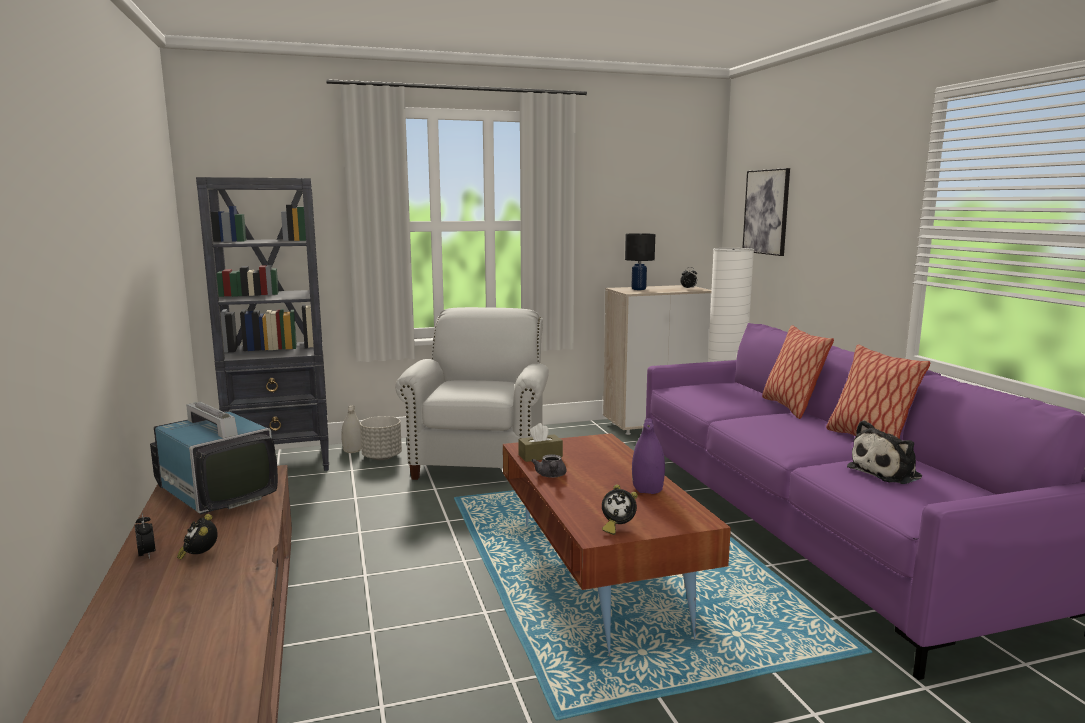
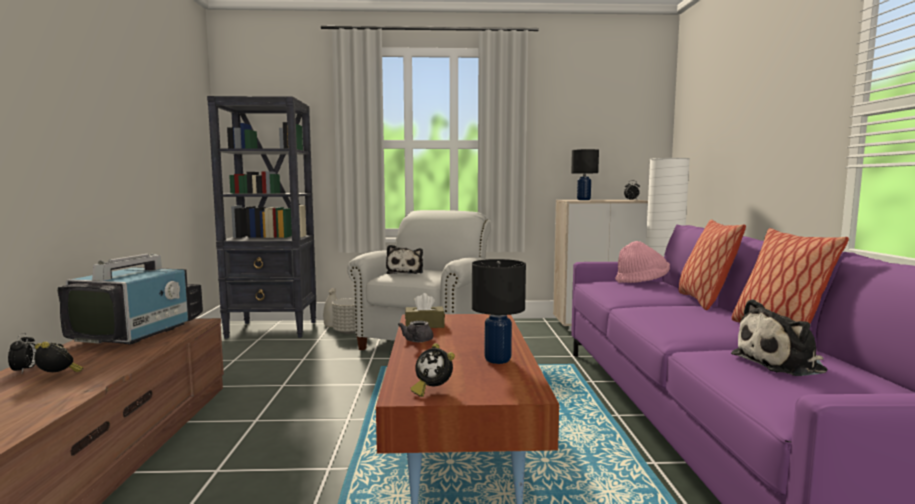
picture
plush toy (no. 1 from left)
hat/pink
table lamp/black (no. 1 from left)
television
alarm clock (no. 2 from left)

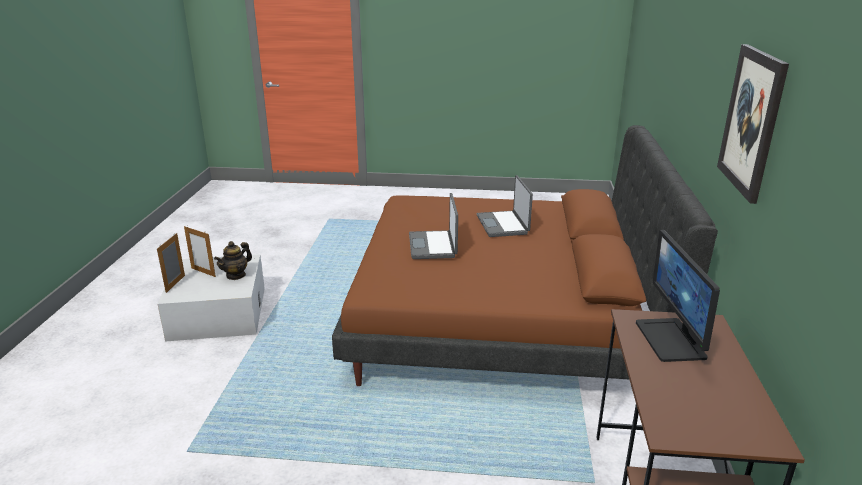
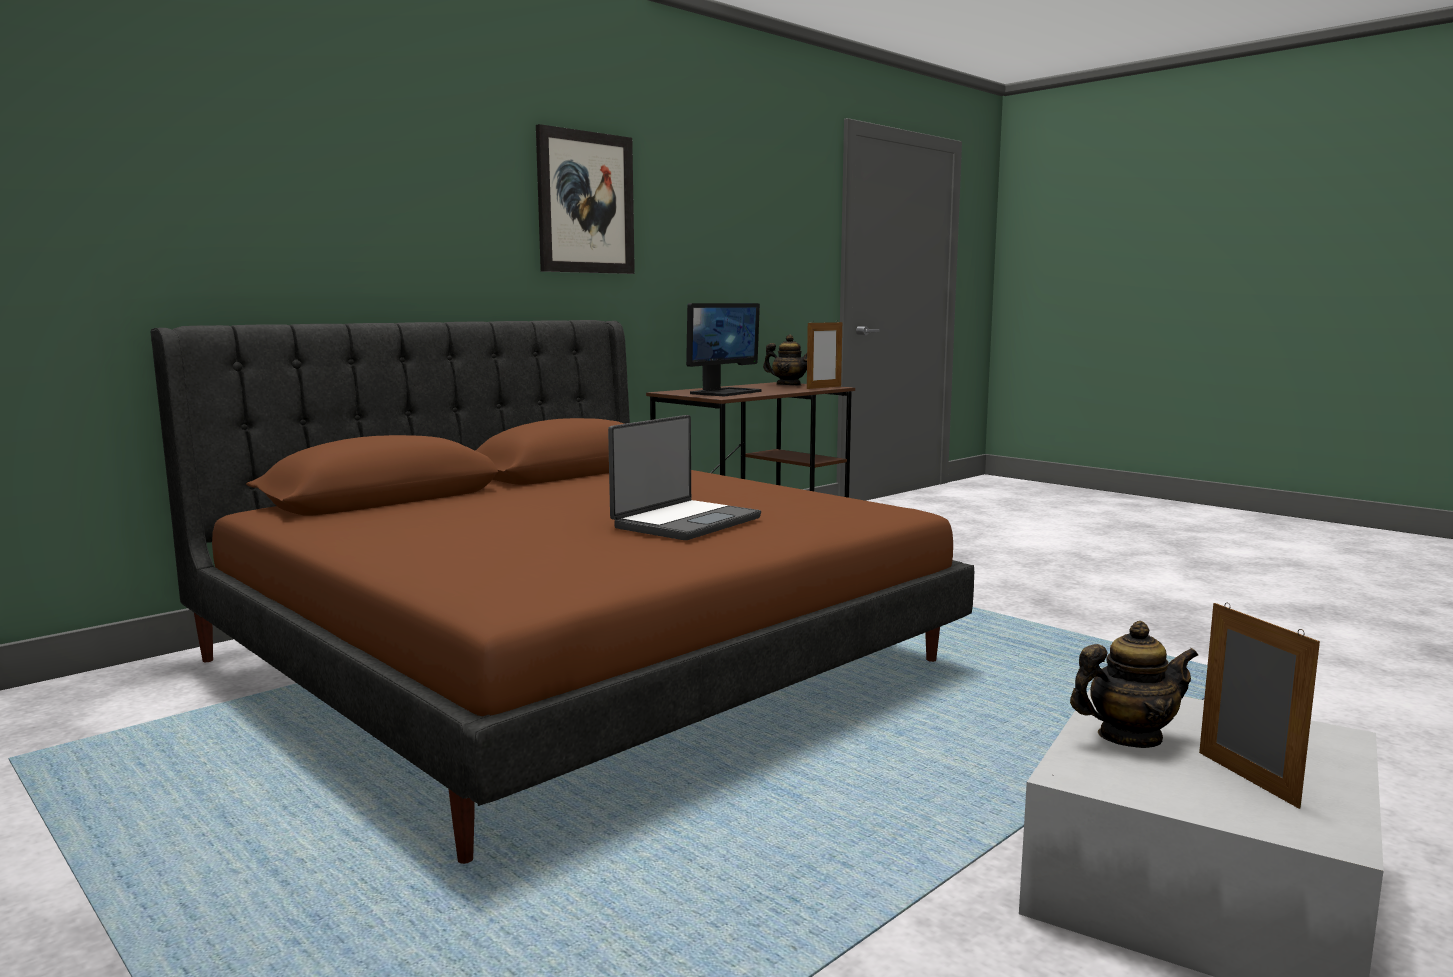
laptop (no. 2 from left in the first image)
teapot (no. 1 from left)
picture frame (no. 1 from left)

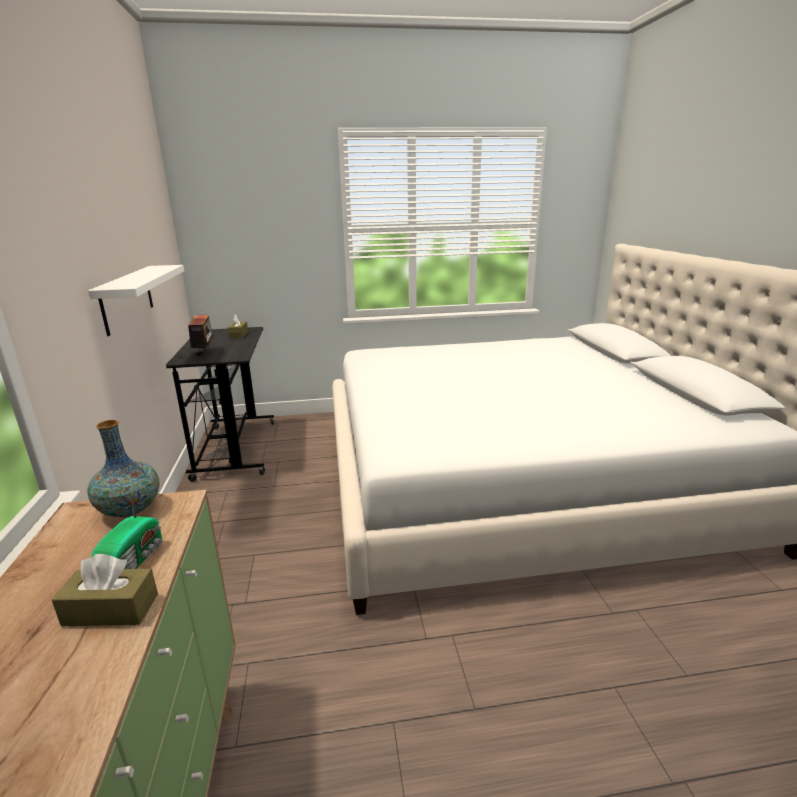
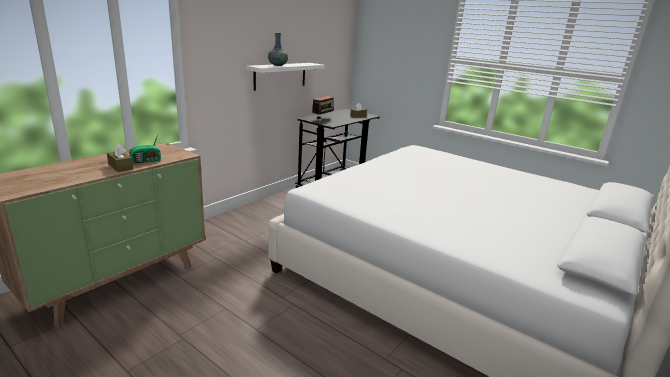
vase

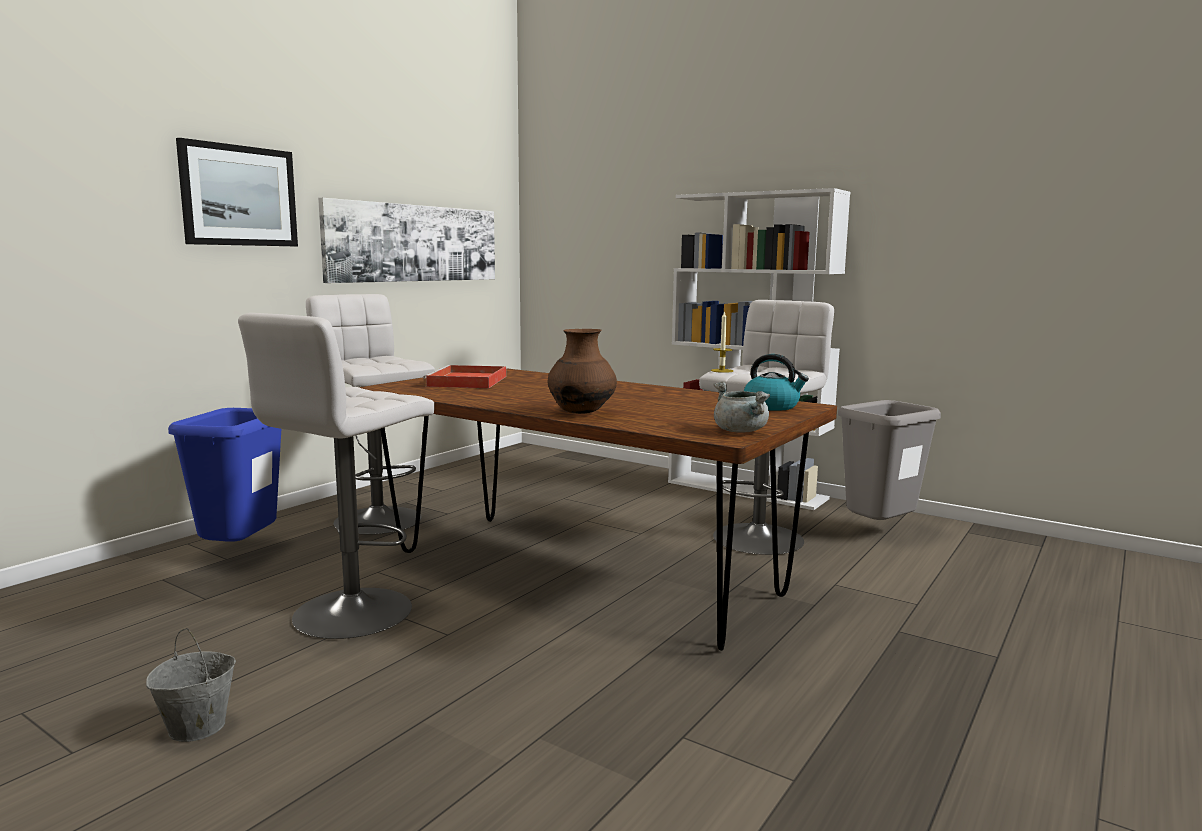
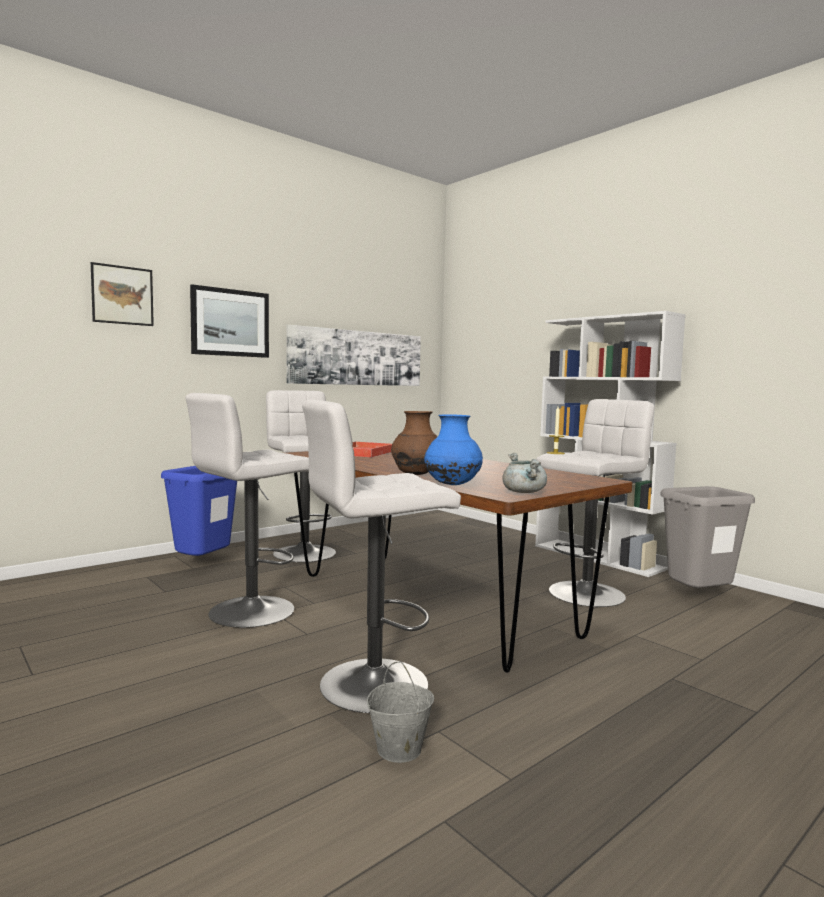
kettle
picture (no. 1 from left)
stool/white (no. 3 from left)
vase/blue
bucket/grey

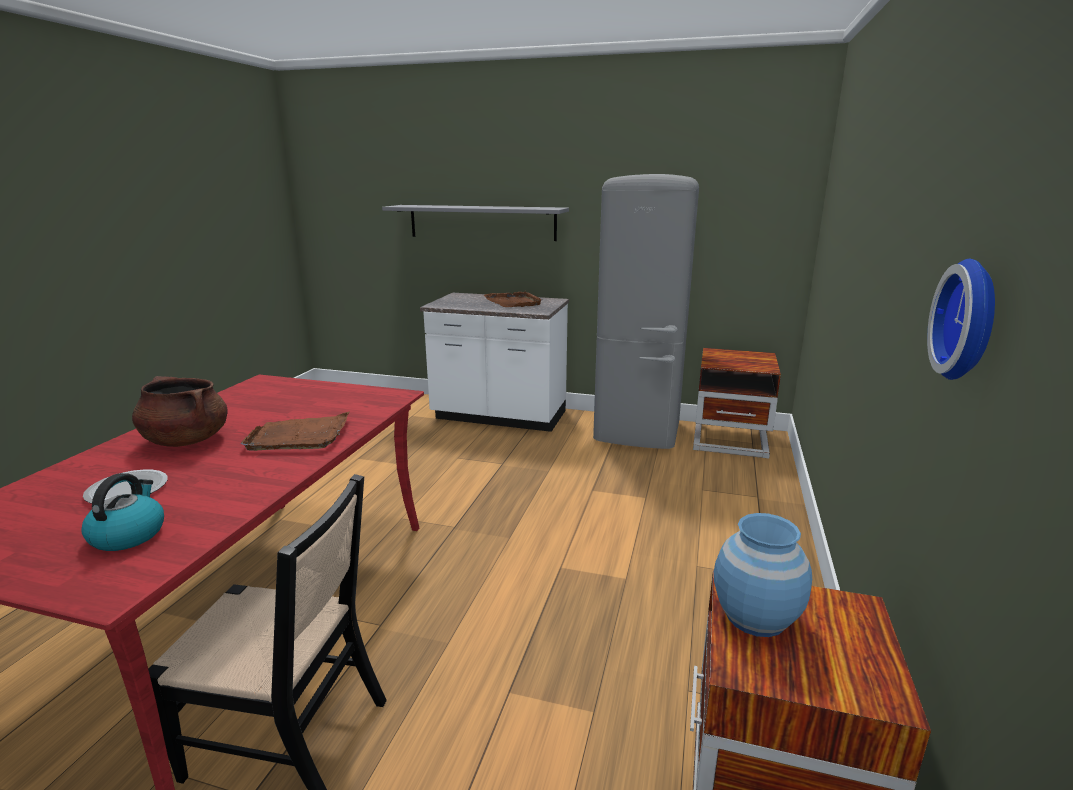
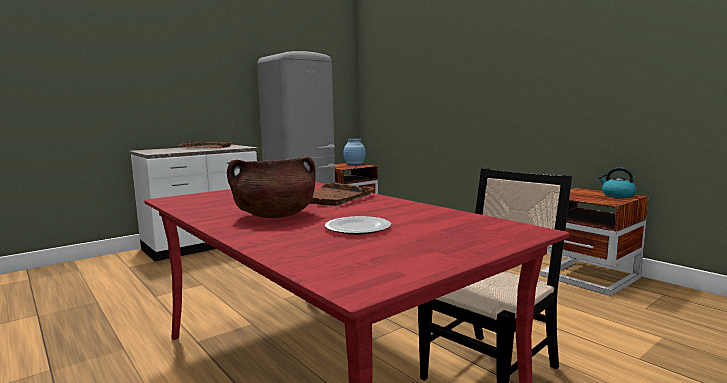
shelf/grey
wall clock
kettle
vase/blue

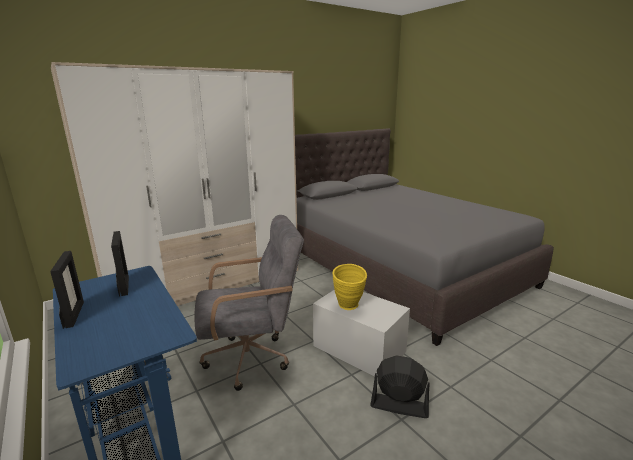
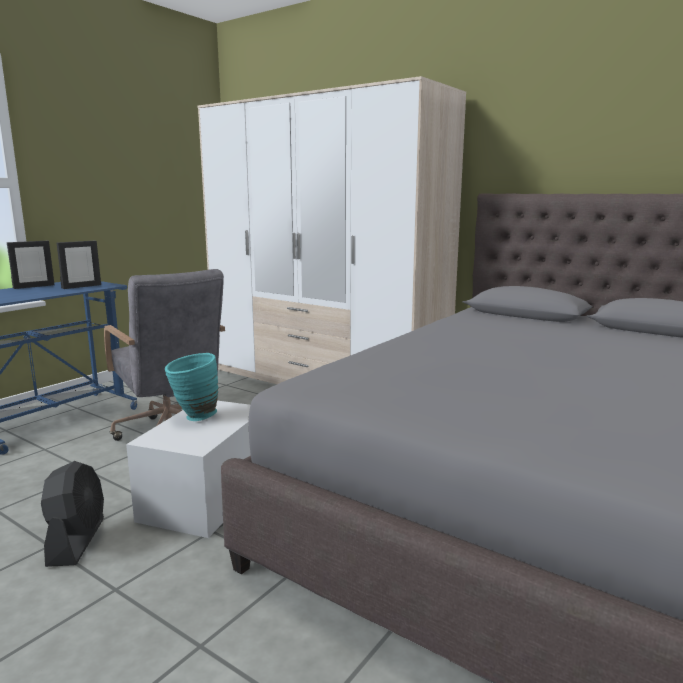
vase/turquoise

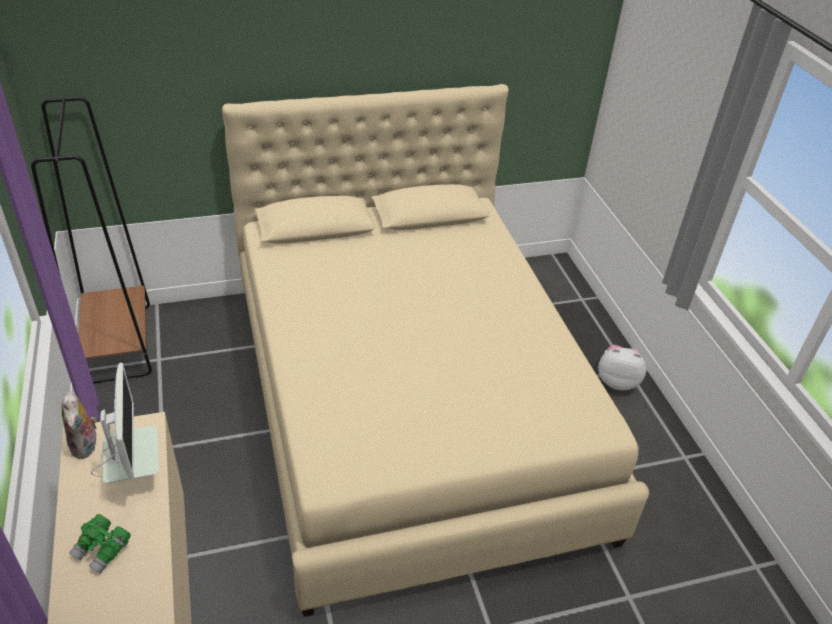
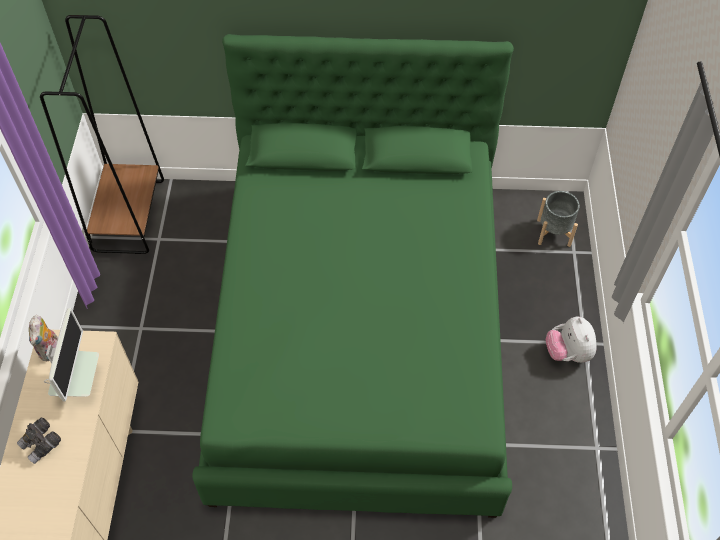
planter/grey
binoculars/grey
bed/green
plush toy (no. 2 from left)

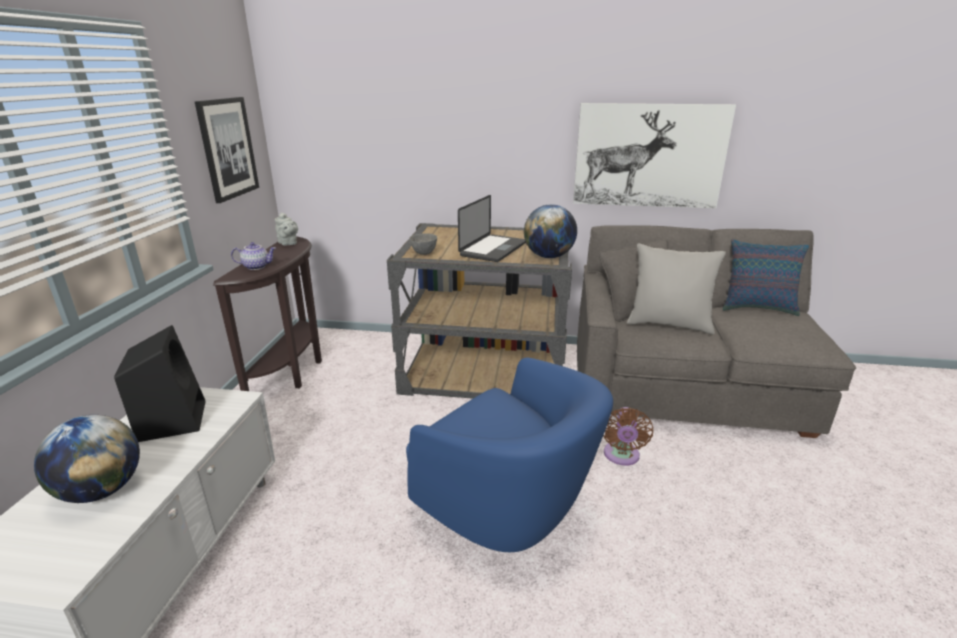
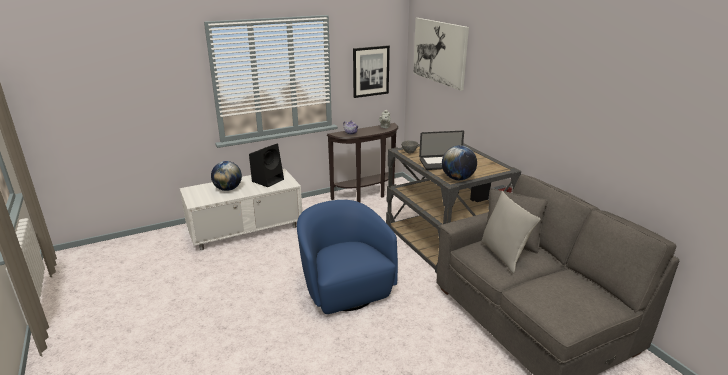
fan/brown
pillow/blue
picture (no. 2 from left)
armchair/blue

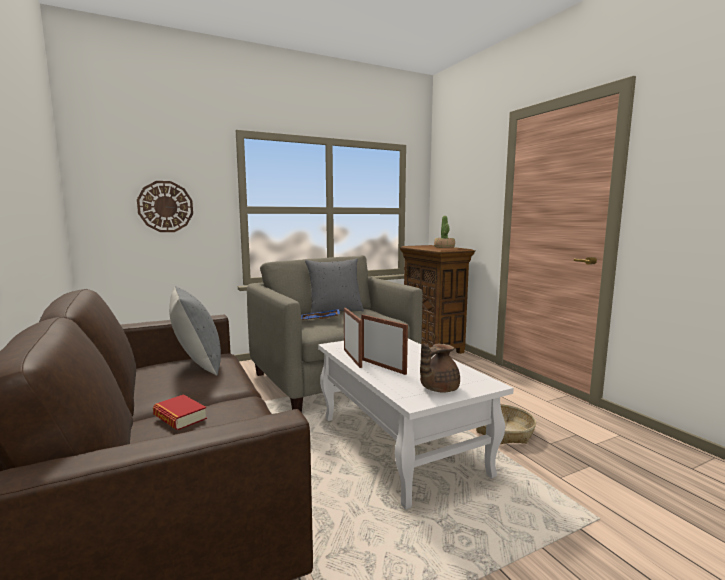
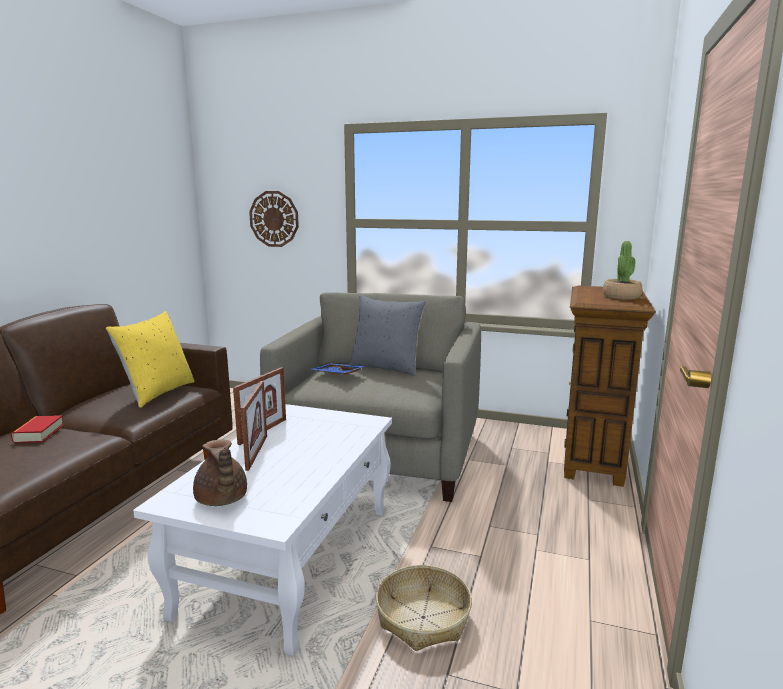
pillow/yellow
teapot/brown

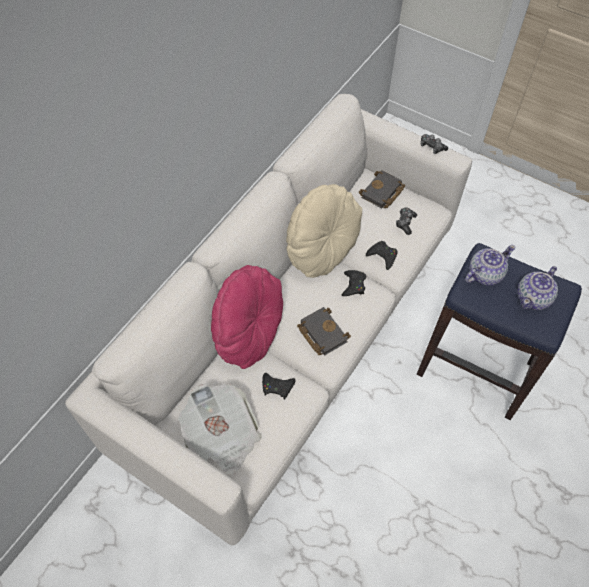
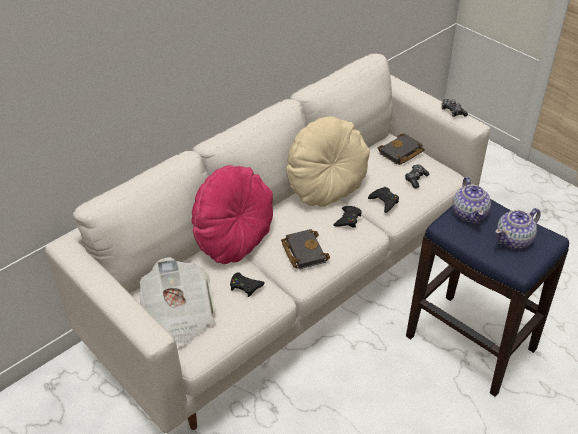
teapot (no. 1 from left)

